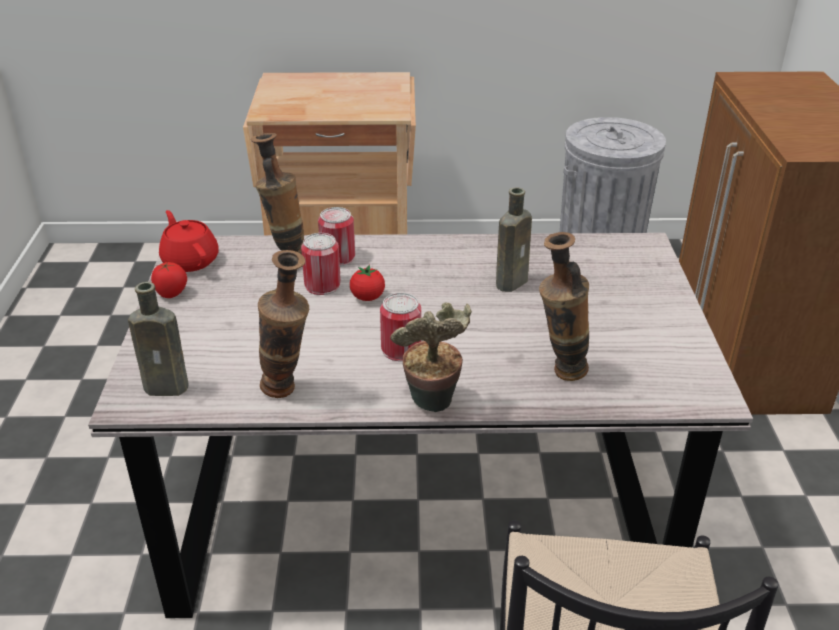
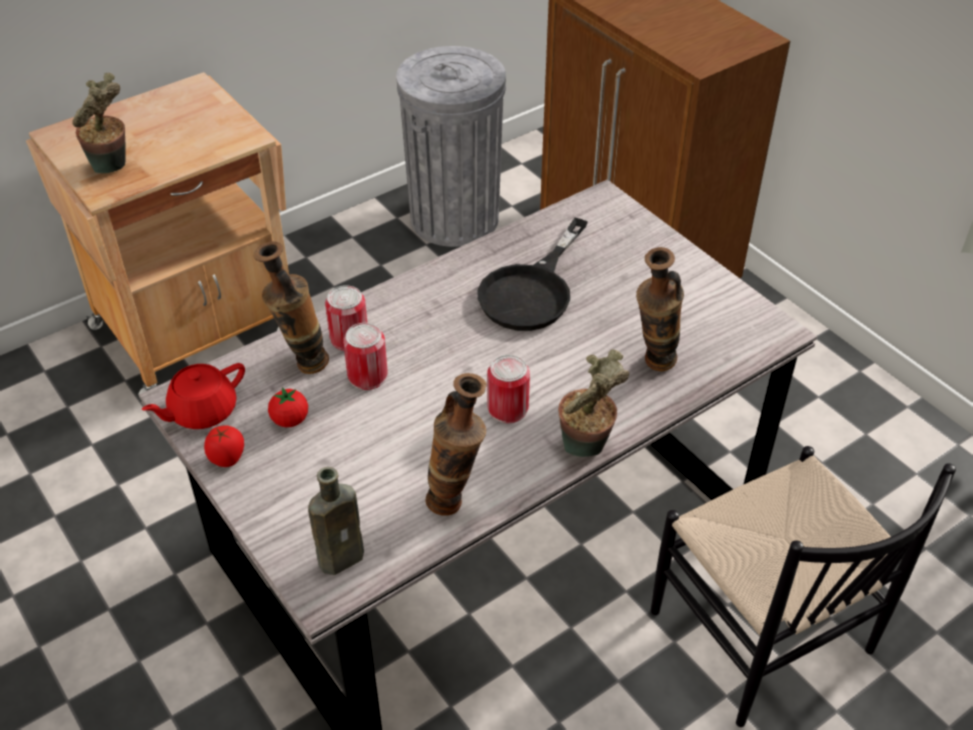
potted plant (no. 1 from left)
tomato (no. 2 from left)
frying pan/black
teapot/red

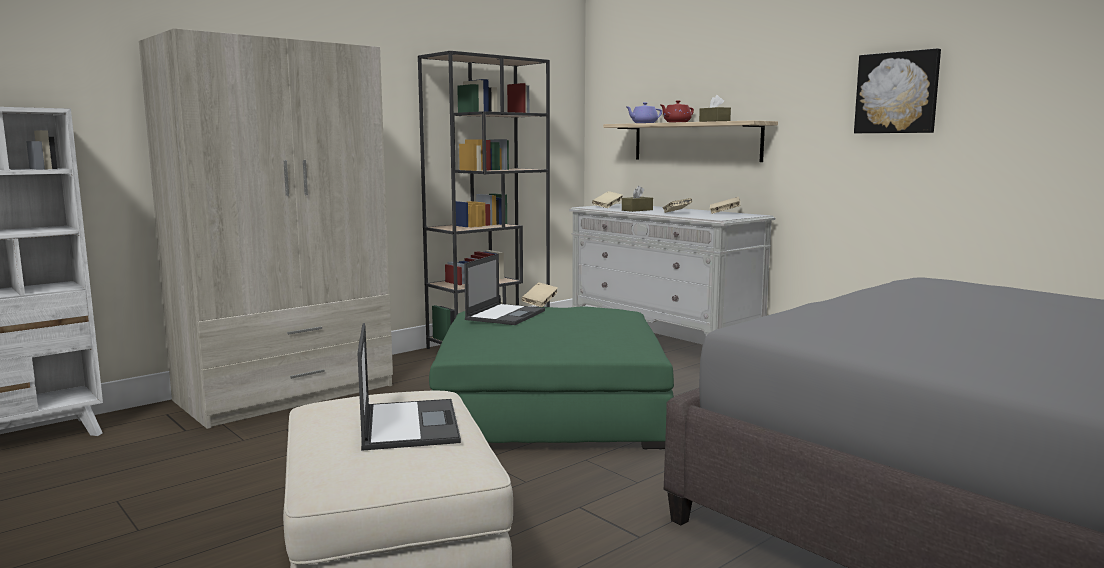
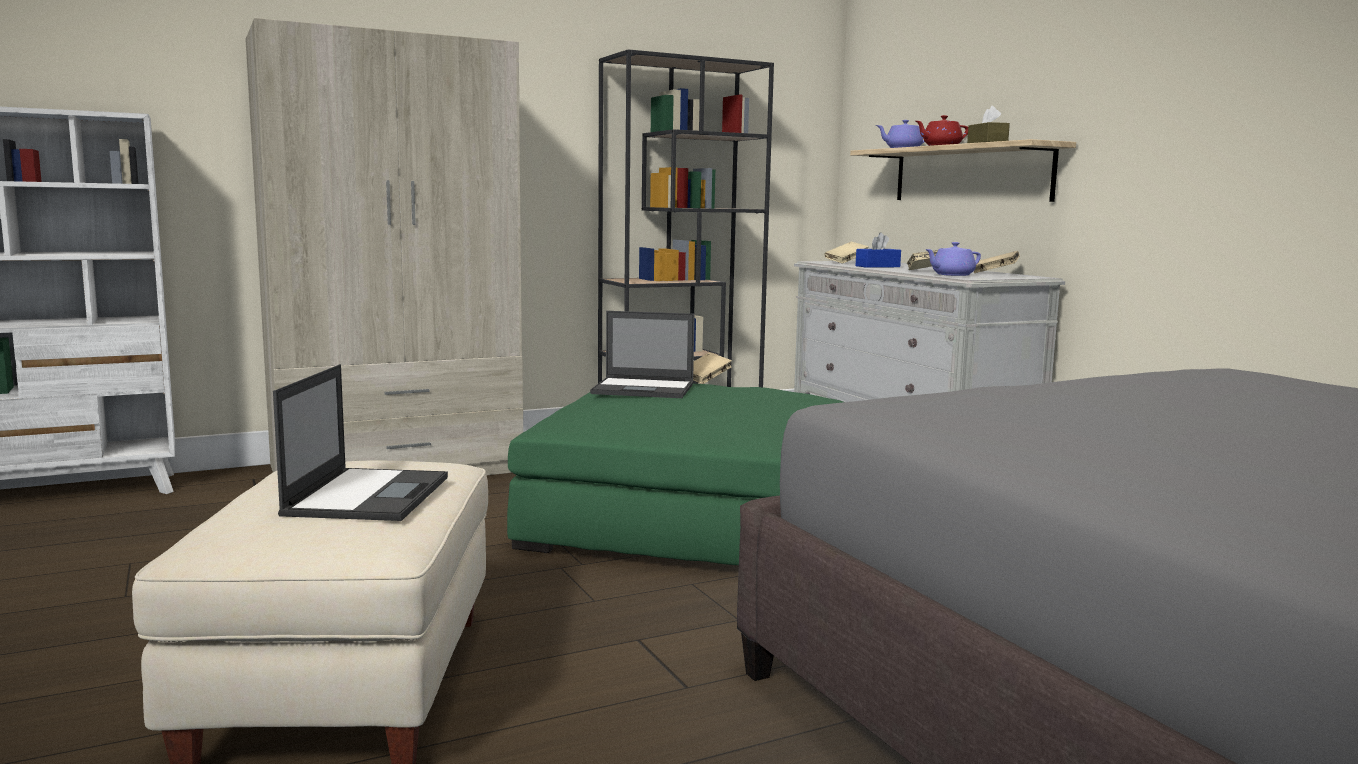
picture
teapot/purple (no. 2 from left)
tissue box/blue
laptop (no. 2 from left)

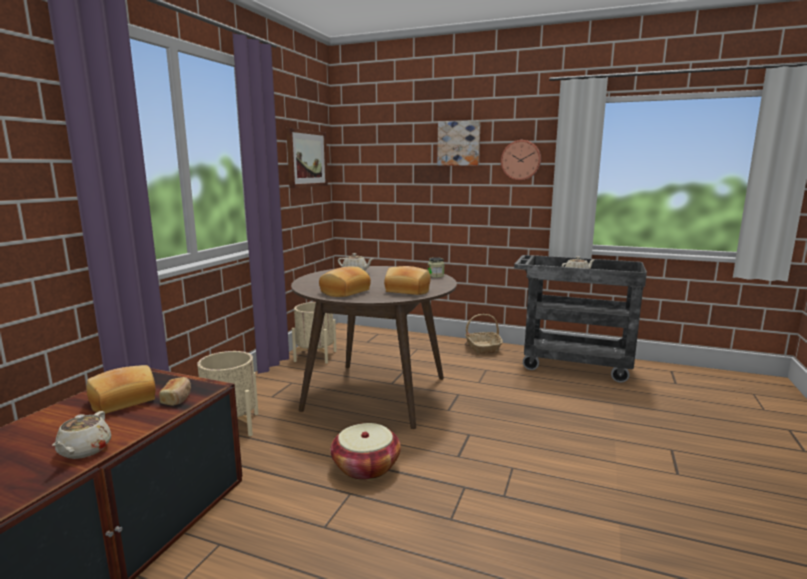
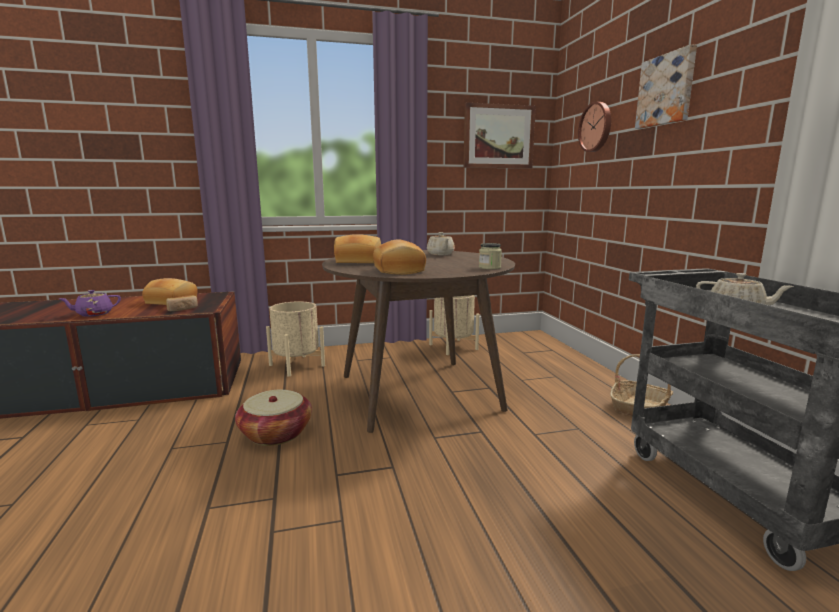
wall clock
teapot/purple

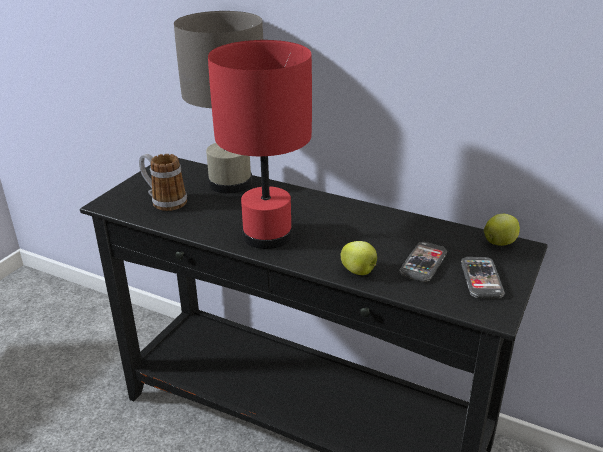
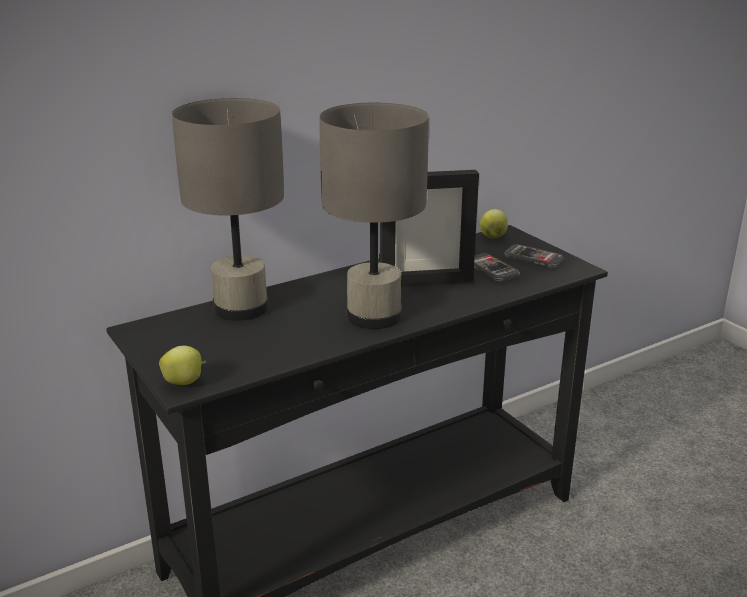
mug
picture frame
apple (no. 1 from left)
table lamp/grey (no. 2 from left)

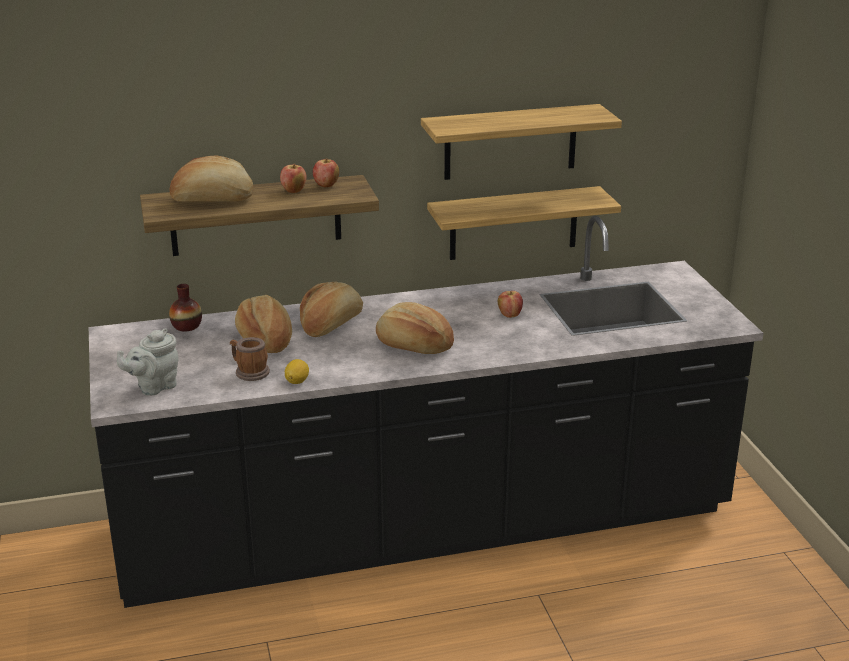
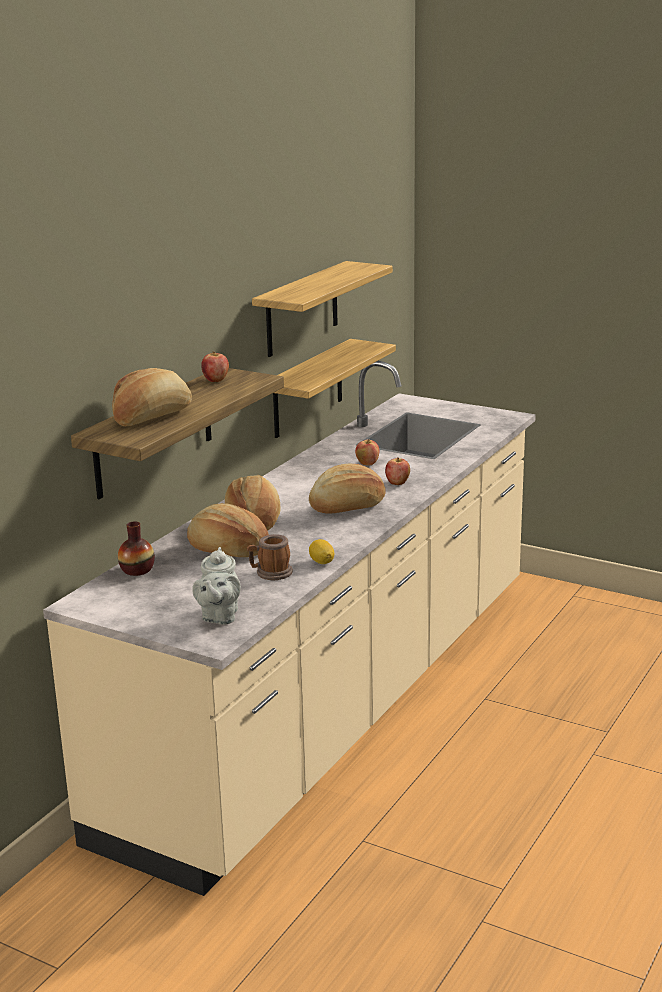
apple (no. 3 from left)
counter/beige

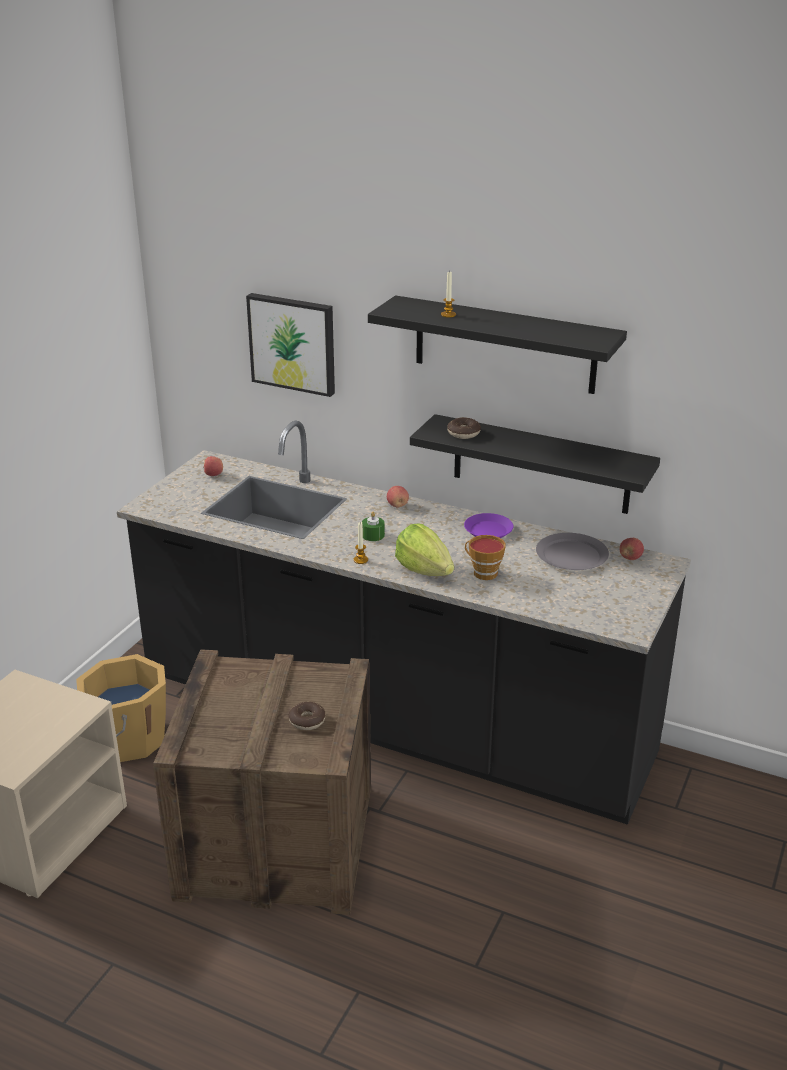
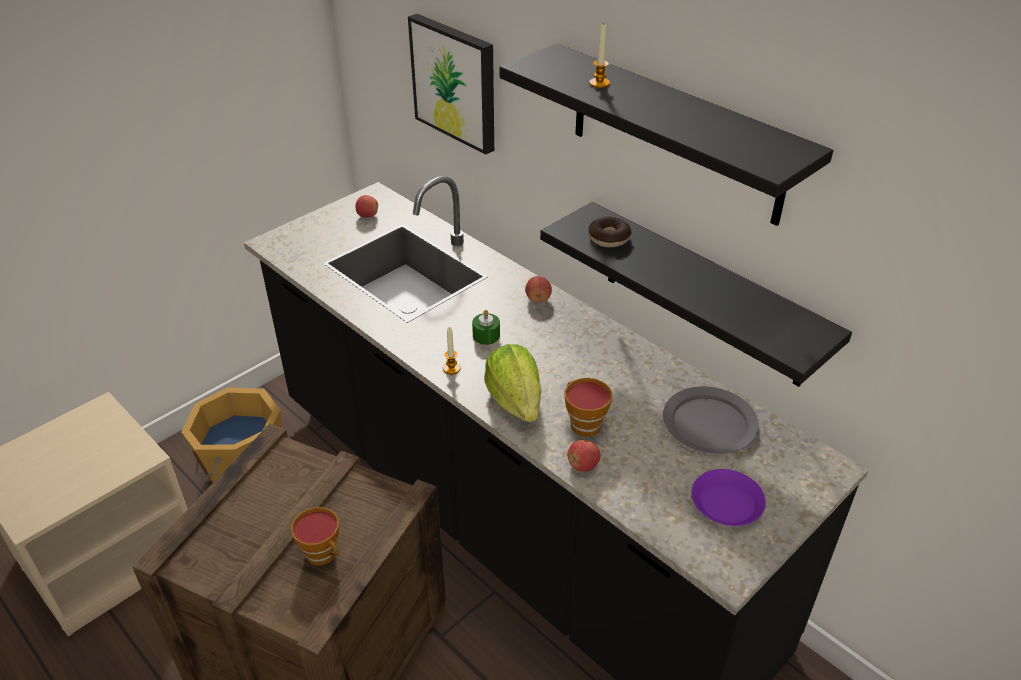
plate/purple
apple (no. 3 from left)
cup (no. 1 from left)

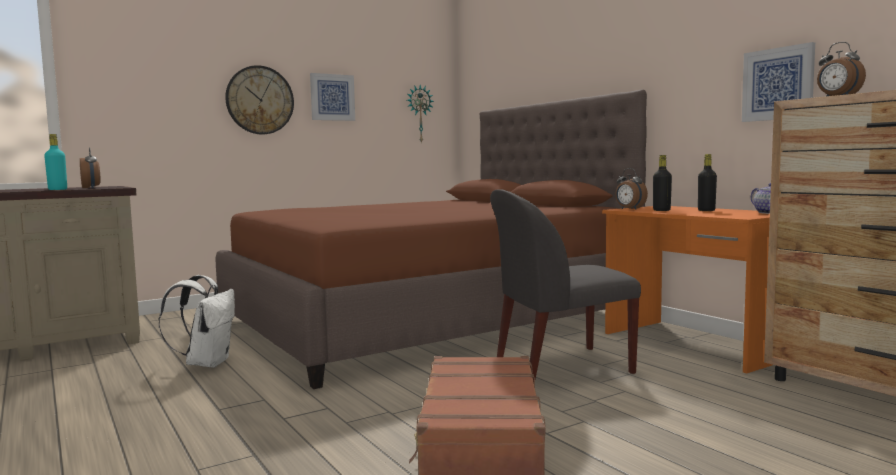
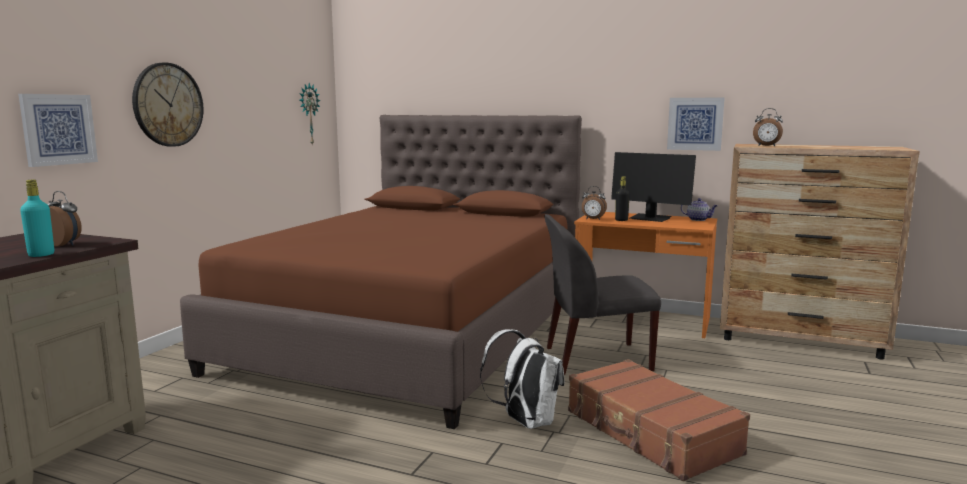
backpack/white
picture (no. 1 from left)
monitor
chair/grey

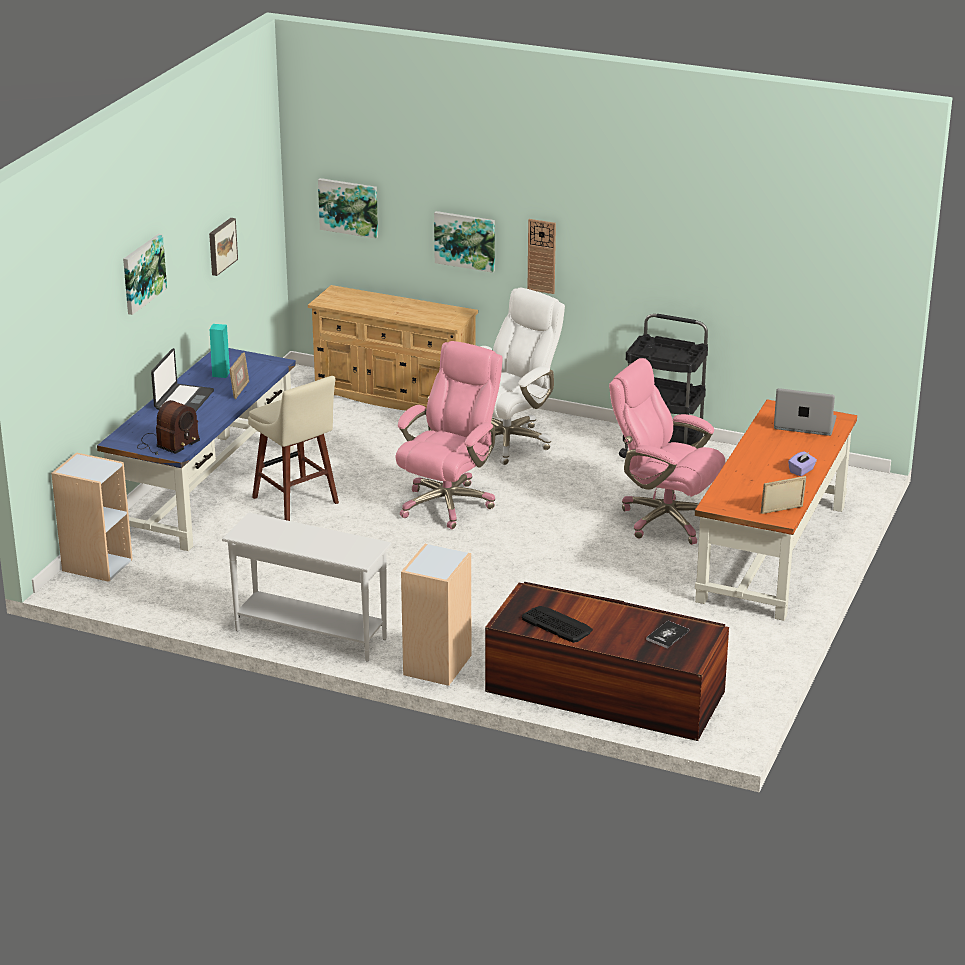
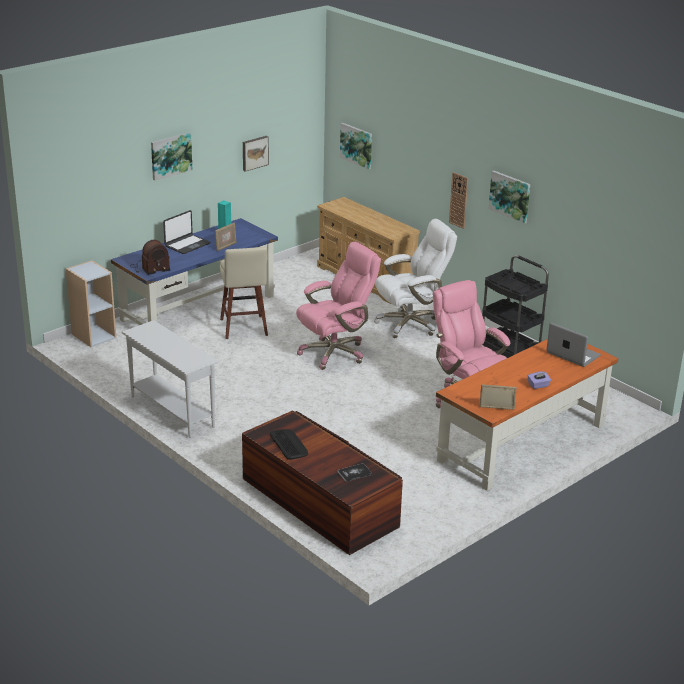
bookcase (no. 2 from left in the first image)
picture (no. 4 from left)

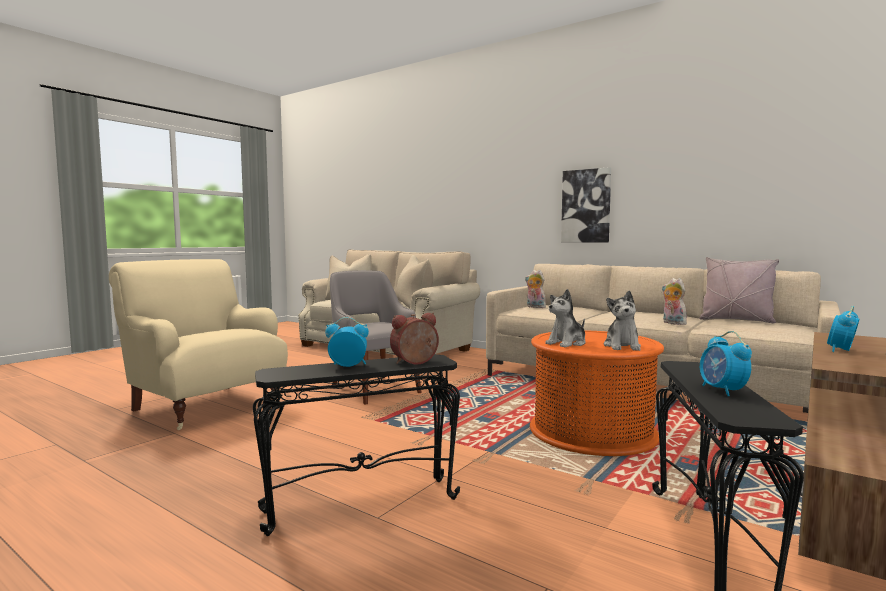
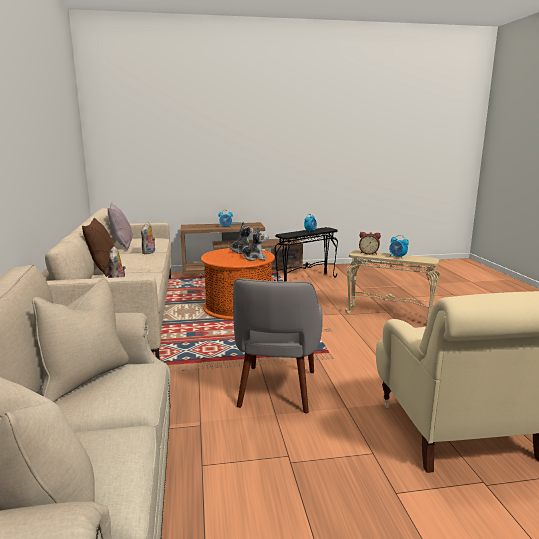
picture
pillow/brown
side table/beige

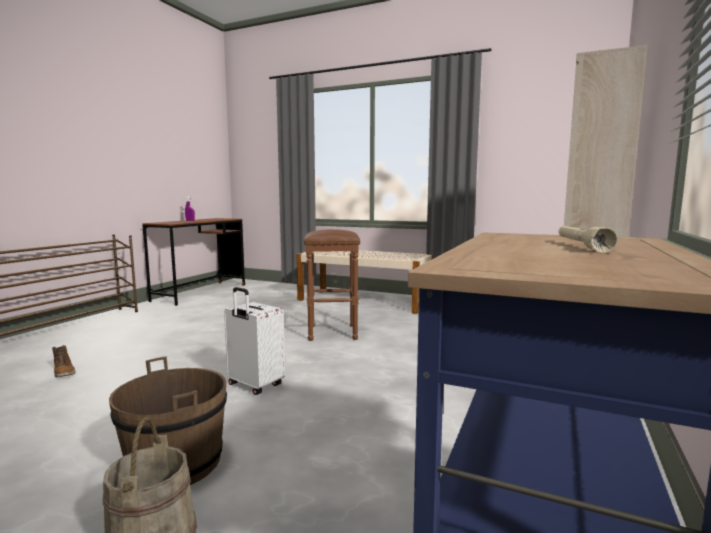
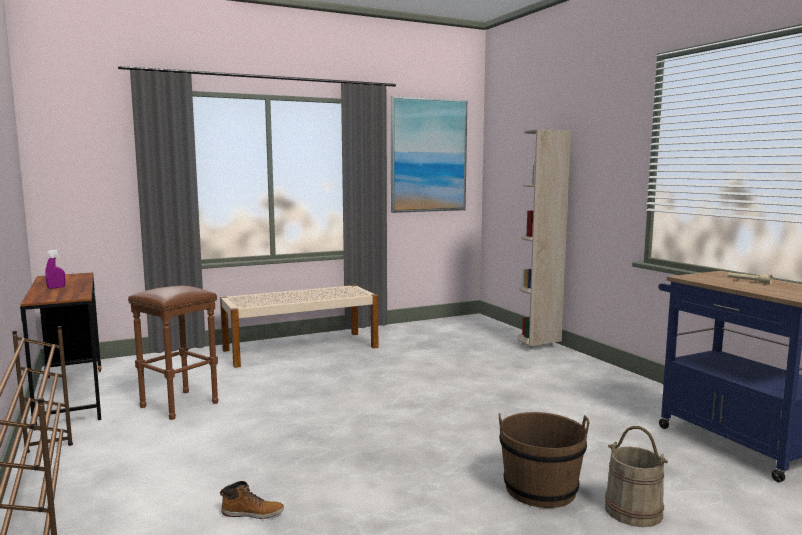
suitcase/white
picture
stool/brown

